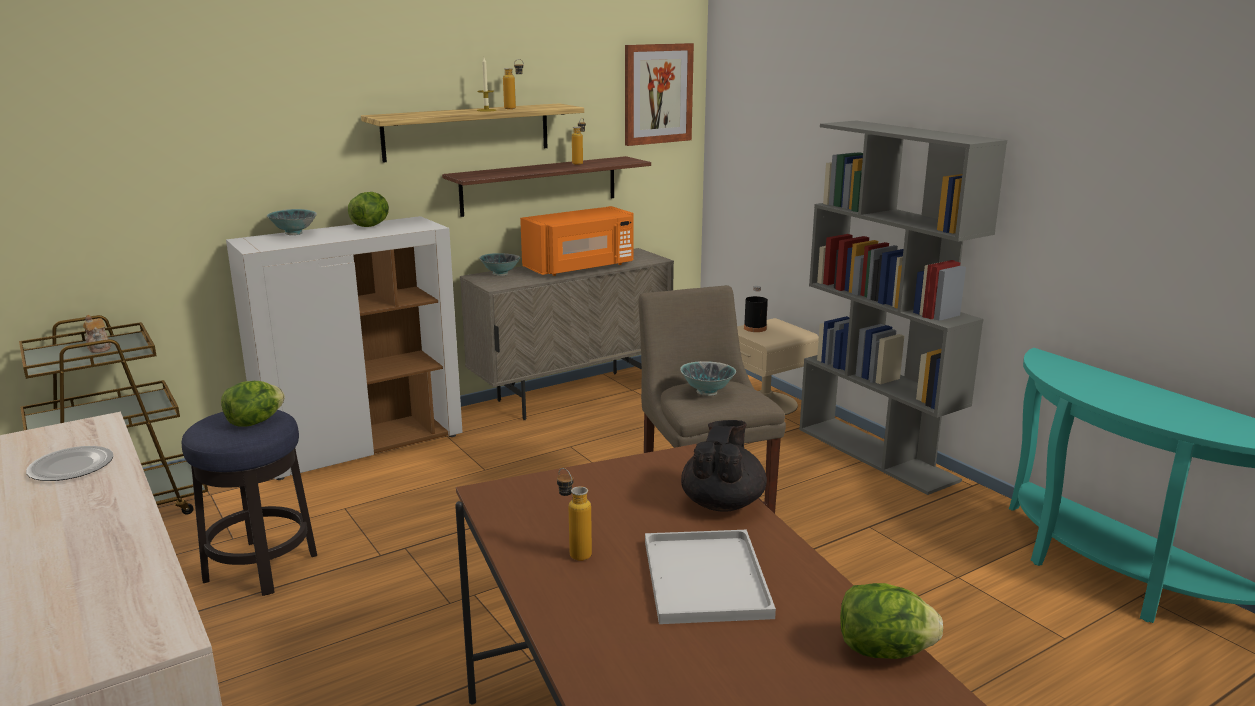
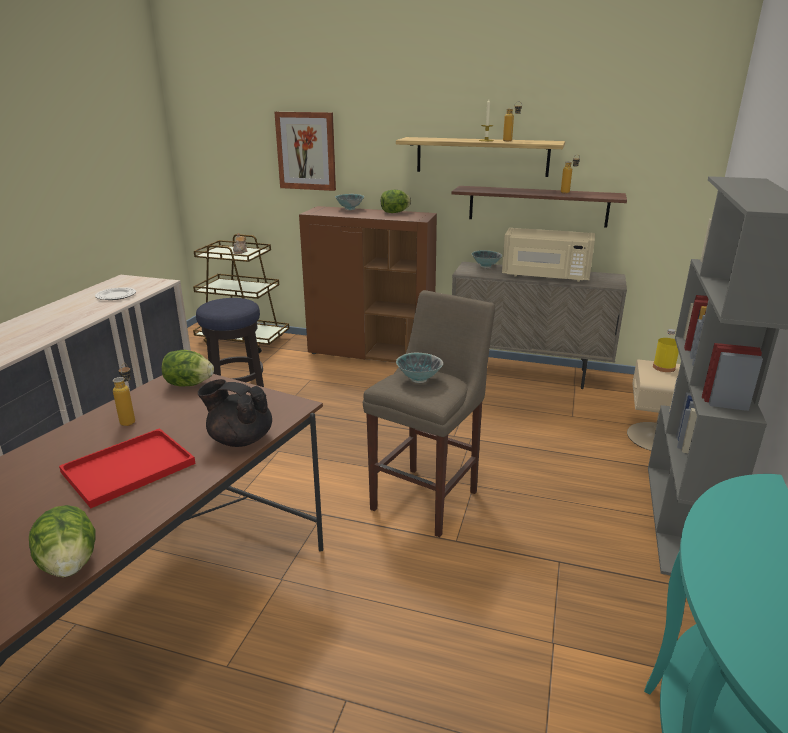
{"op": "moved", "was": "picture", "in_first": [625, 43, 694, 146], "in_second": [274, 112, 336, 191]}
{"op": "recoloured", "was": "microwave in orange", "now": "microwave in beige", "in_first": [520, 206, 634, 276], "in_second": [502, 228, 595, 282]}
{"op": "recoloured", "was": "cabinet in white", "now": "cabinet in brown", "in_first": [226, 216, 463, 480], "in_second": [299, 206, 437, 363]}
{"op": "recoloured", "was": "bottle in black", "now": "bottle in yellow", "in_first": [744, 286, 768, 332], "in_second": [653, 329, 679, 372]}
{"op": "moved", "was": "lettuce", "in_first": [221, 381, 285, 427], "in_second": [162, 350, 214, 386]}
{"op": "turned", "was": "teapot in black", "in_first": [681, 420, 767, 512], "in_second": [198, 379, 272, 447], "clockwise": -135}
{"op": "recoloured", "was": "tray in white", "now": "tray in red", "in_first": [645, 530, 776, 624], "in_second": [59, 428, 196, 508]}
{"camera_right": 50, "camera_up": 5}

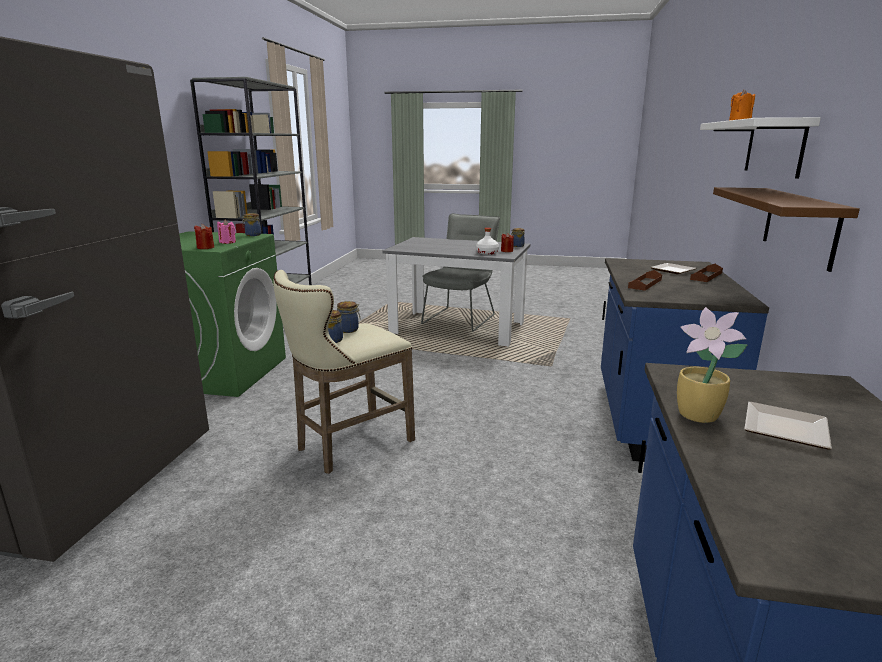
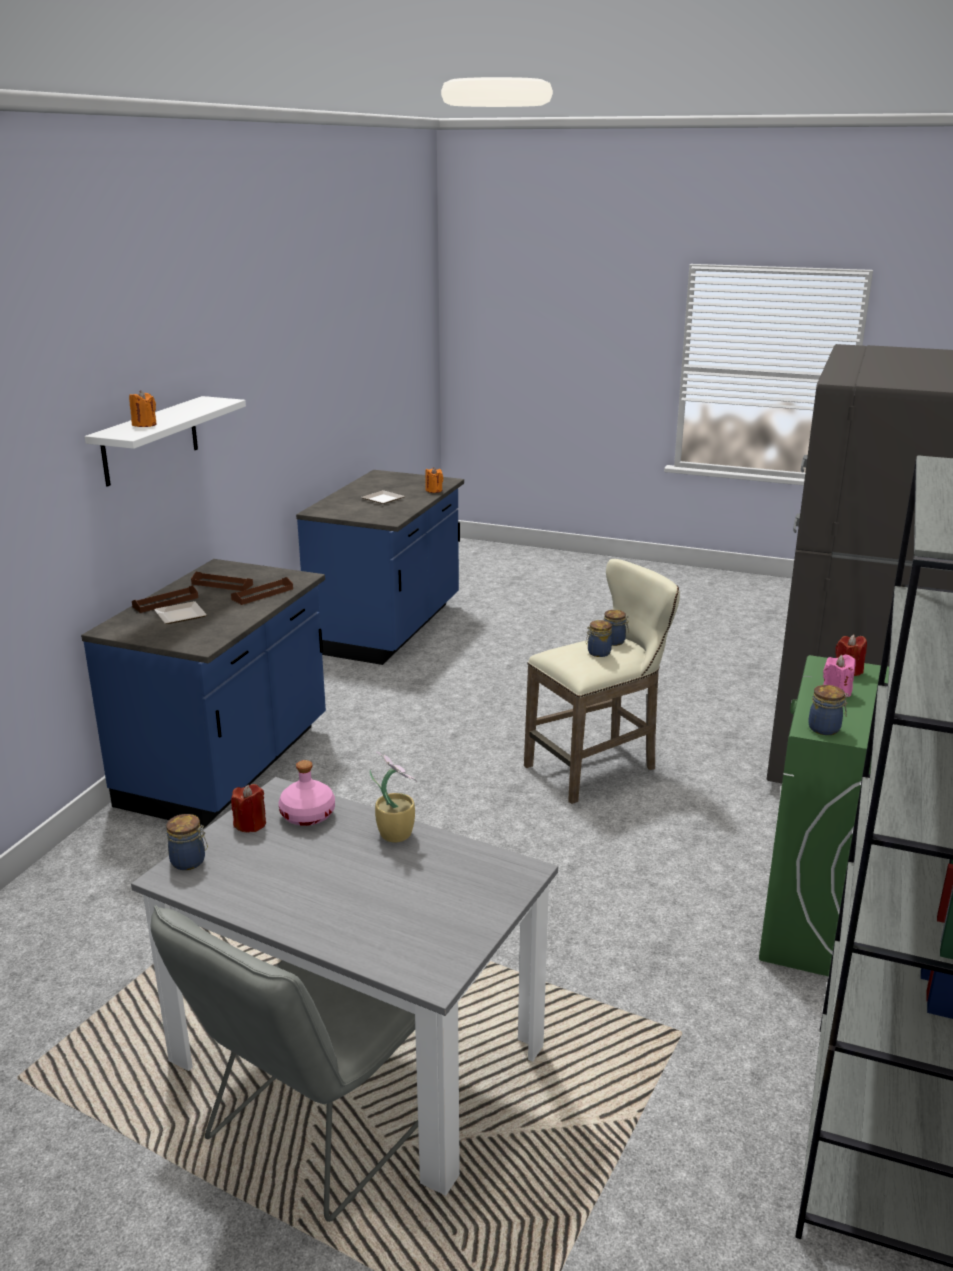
{"op": "removed", "was": "shelf in brown", "in_first": [713, 187, 860, 272]}
{"op": "recoloured", "was": "bottle in white", "now": "bottle in pink", "in_first": [476, 228, 499, 255], "in_second": [279, 760, 335, 826]}
{"op": "moved", "was": "potted plant", "in_first": [677, 307, 748, 423], "in_second": [370, 752, 417, 842]}
{"op": "added", "now": "candle in orange", "in_second": [425, 467, 443, 493]}
{"op": "added", "now": "tray in brown", "in_second": [191, 572, 253, 591]}
{"camera_right": -170, "camera_up": 5}

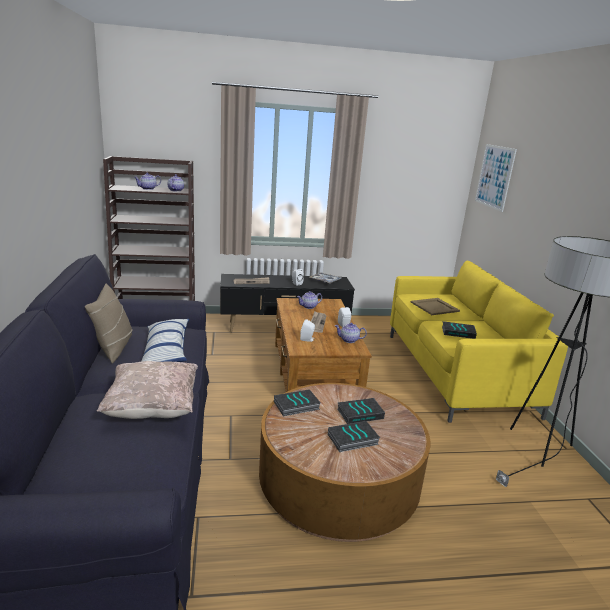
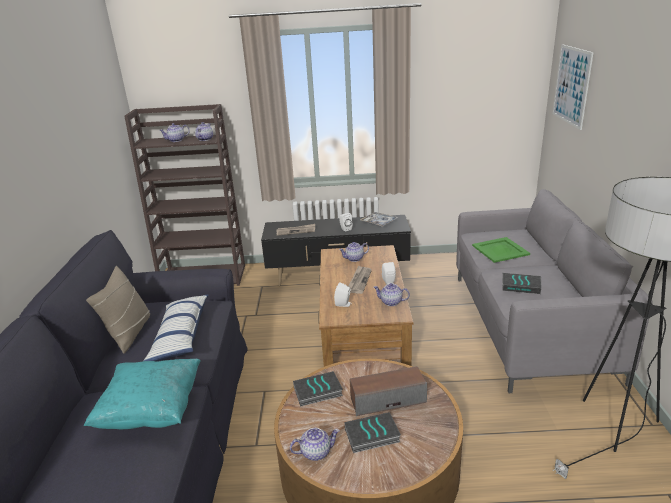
{"op": "recoloured", "was": "sofa in yellow", "now": "sofa in grey", "in_first": [390, 261, 568, 423], "in_second": [456, 189, 652, 393]}
{"op": "recoloured", "was": "tray in beige", "now": "tray in green", "in_first": [411, 298, 460, 315], "in_second": [472, 237, 530, 263]}
{"op": "recoloured", "was": "pillow in beige", "now": "pillow in turquoise", "in_first": [97, 361, 198, 419], "in_second": [84, 359, 201, 429]}
{"op": "replaced", "was": "book", "now": "speaker", "in_first": [337, 398, 385, 424], "in_second": [350, 366, 427, 416]}
{"op": "added", "now": "teapot", "in_second": [290, 428, 340, 461]}
{"camera_right": 10, "camera_up": 5}

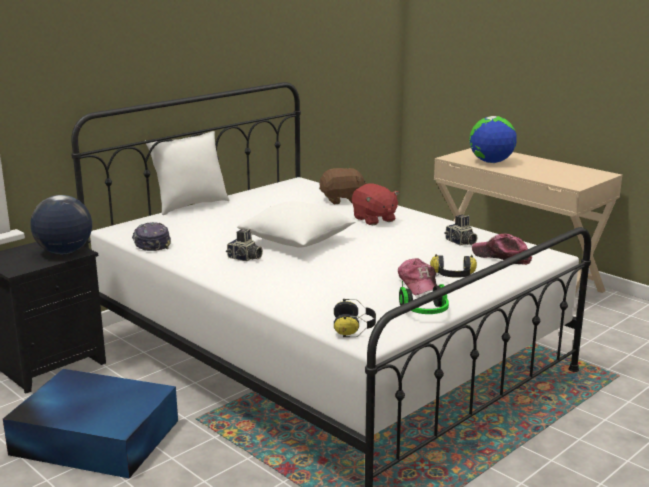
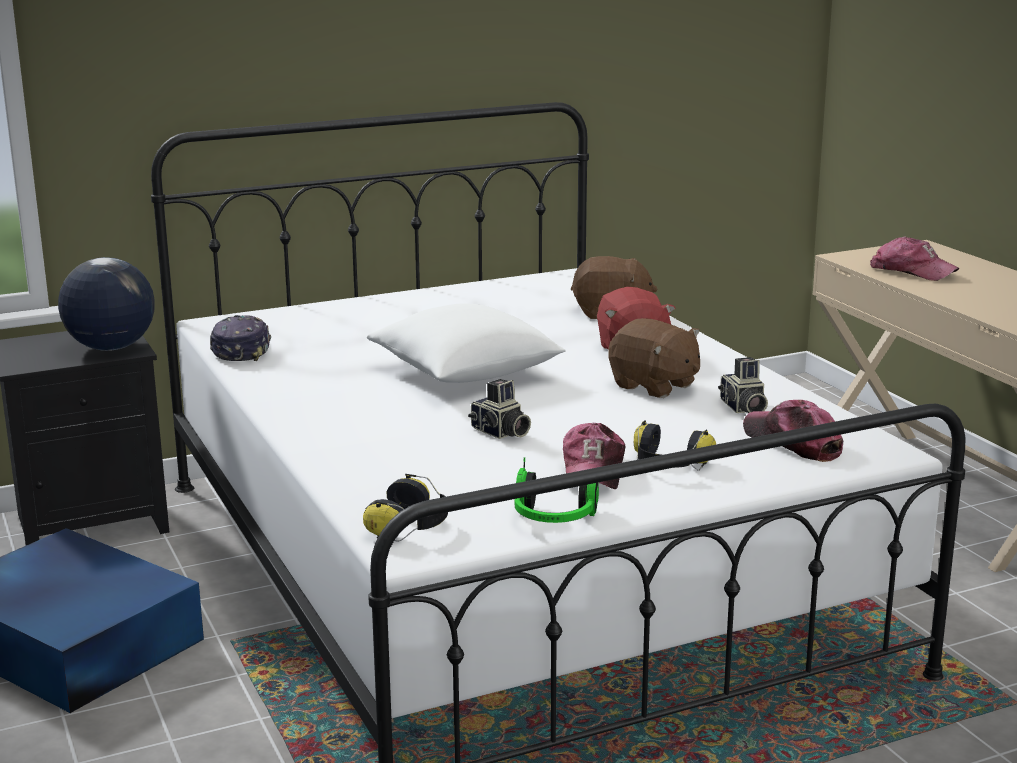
{"op": "replaced", "was": "globe", "now": "cap", "in_first": [469, 116, 517, 163], "in_second": [870, 237, 959, 281]}
{"op": "removed", "was": "pillow in white", "in_first": [145, 131, 230, 215]}
{"op": "moved", "was": "photo camera", "in_first": [226, 229, 263, 261], "in_second": [468, 379, 531, 439]}
{"op": "added", "now": "plush toy in brown", "in_second": [608, 318, 700, 398]}
{"camera_right": 20, "camera_up": 0}

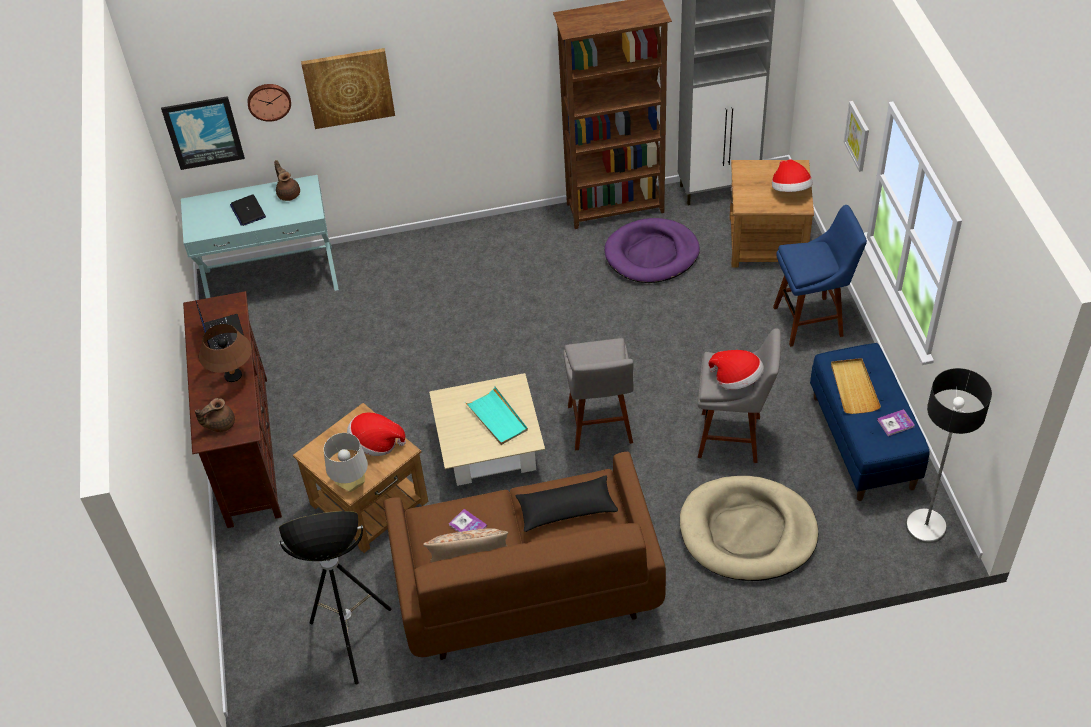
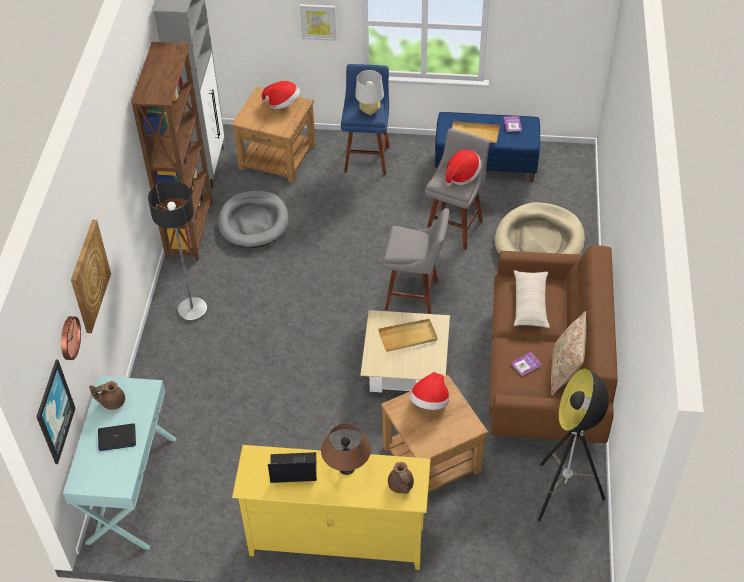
{"op": "recoloured", "was": "dog bed in purple", "now": "dog bed in grey", "in_first": [605, 218, 700, 283], "in_second": [218, 191, 289, 248]}
{"op": "recoloured", "was": "tv stand in brown", "now": "tv stand in yellow", "in_first": [183, 291, 282, 528], "in_second": [232, 445, 431, 570]}
{"op": "moved", "was": "floor lamp", "in_first": [906, 368, 992, 543], "in_second": [148, 181, 208, 322]}
{"op": "recoloured", "was": "tray in turquoise", "now": "tray in beige", "in_first": [465, 386, 528, 445], "in_second": [378, 319, 437, 352]}
{"op": "moved", "was": "table lamp in grey", "in_first": [324, 433, 368, 492], "in_second": [355, 70, 384, 115]}
{"op": "recoloured", "was": "pillow in black", "now": "pillow in beige", "in_first": [515, 475, 618, 532], "in_second": [514, 270, 550, 328]}
{"camera_right": -75, "camera_up": 0}

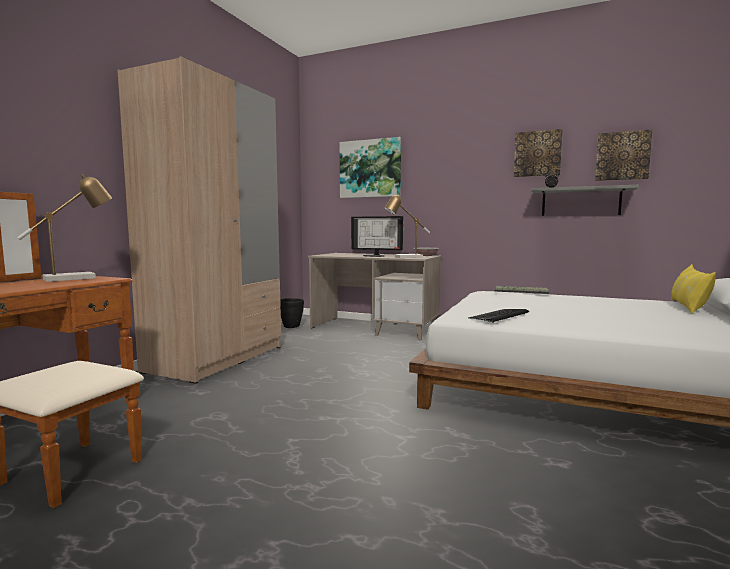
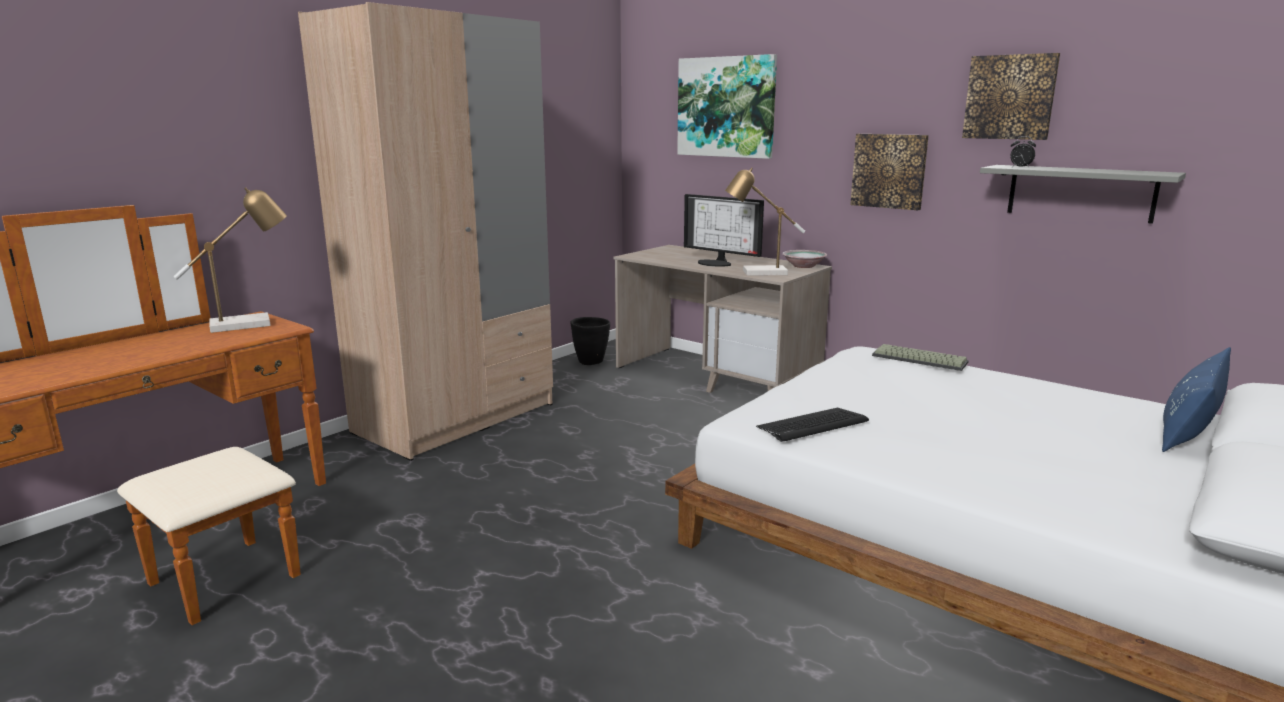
{"op": "moved", "was": "picture", "in_first": [595, 129, 652, 181], "in_second": [850, 134, 929, 210]}
{"op": "recoloured", "was": "pillow in yellow", "now": "pillow in blue", "in_first": [671, 264, 716, 314], "in_second": [1162, 347, 1231, 452]}
{"camera_right": 15, "camera_up": 10}

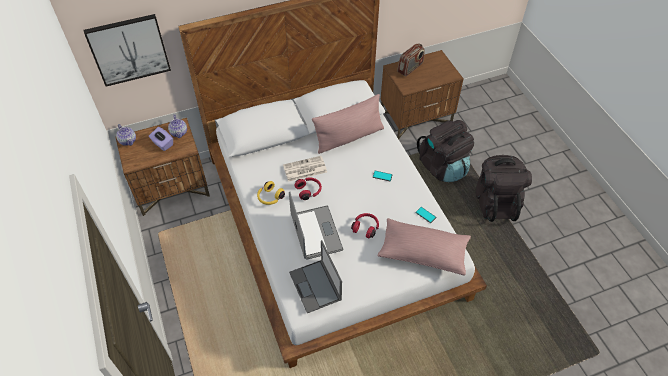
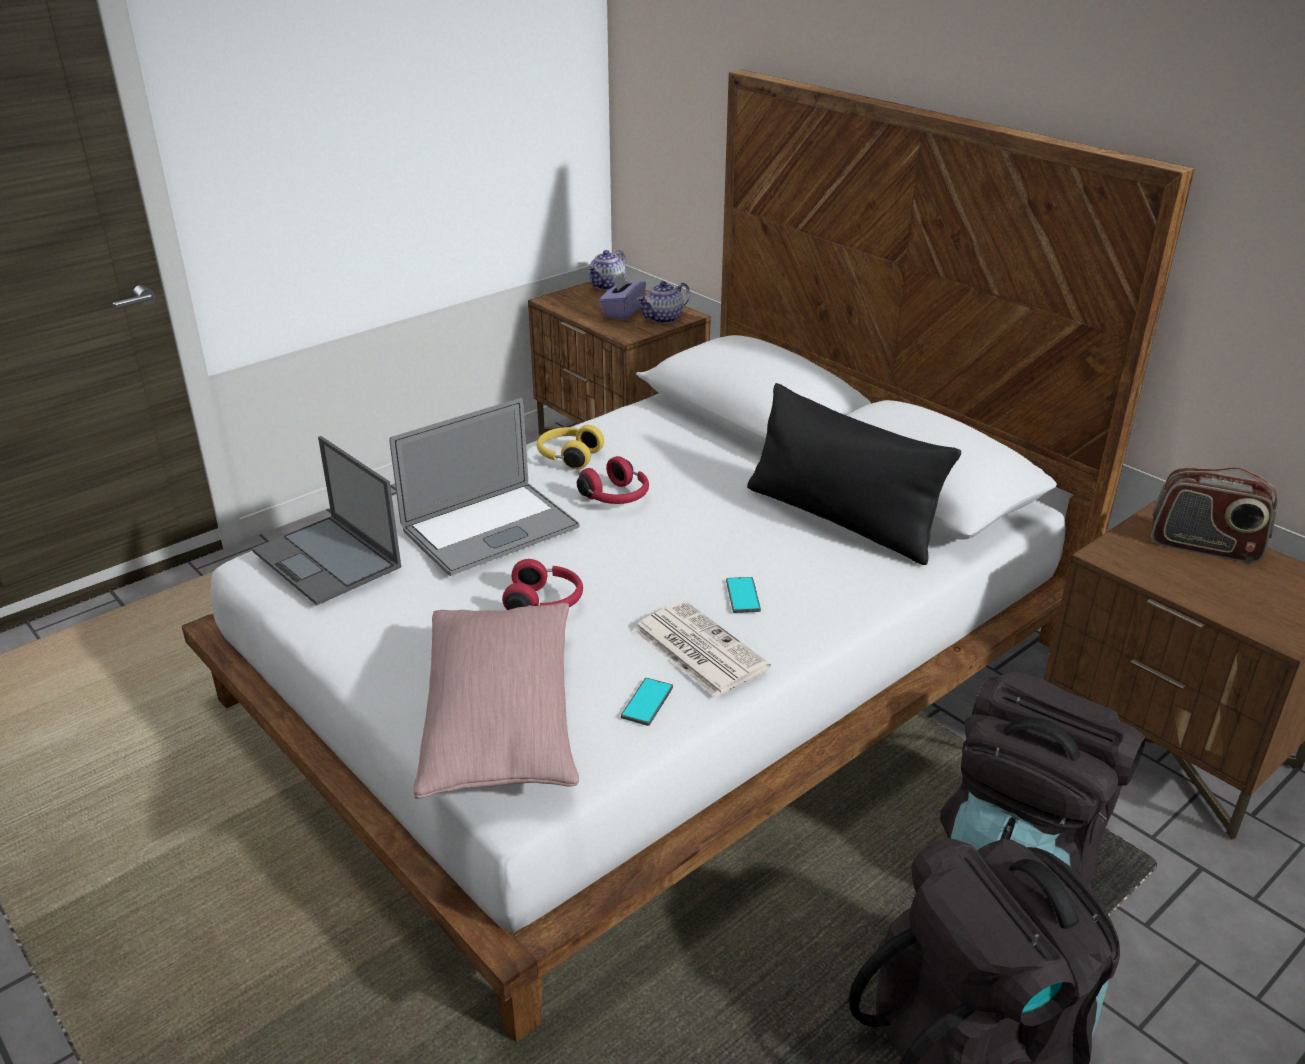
{"op": "removed", "was": "picture", "in_first": [83, 14, 171, 87]}
{"op": "recoloured", "was": "pillow in pink", "now": "pillow in black", "in_first": [312, 94, 384, 154], "in_second": [747, 383, 961, 565]}
{"op": "moved", "was": "newspaper", "in_first": [283, 156, 327, 182], "in_second": [633, 601, 771, 697]}
{"op": "turned", "was": "laptop", "in_first": [289, 240, 342, 313], "in_second": [252, 436, 401, 605], "clockwise": -90}
{"camera_right": 70, "camera_up": -20}

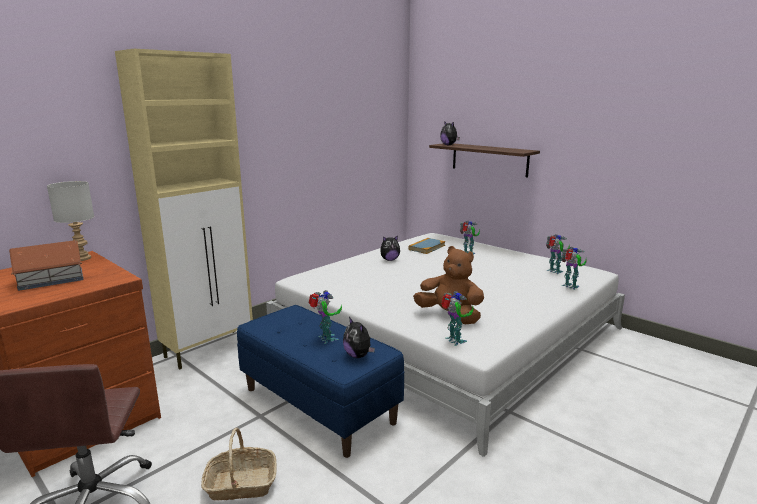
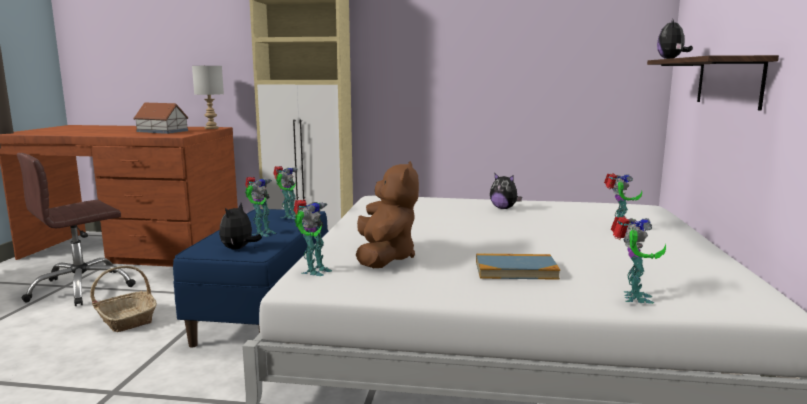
{"op": "moved", "was": "toy robot", "in_first": [546, 234, 570, 274], "in_second": [273, 166, 297, 219]}
{"op": "moved", "was": "book", "in_first": [408, 238, 445, 254], "in_second": [476, 253, 560, 280]}
{"camera_right": 55, "camera_up": -5}

